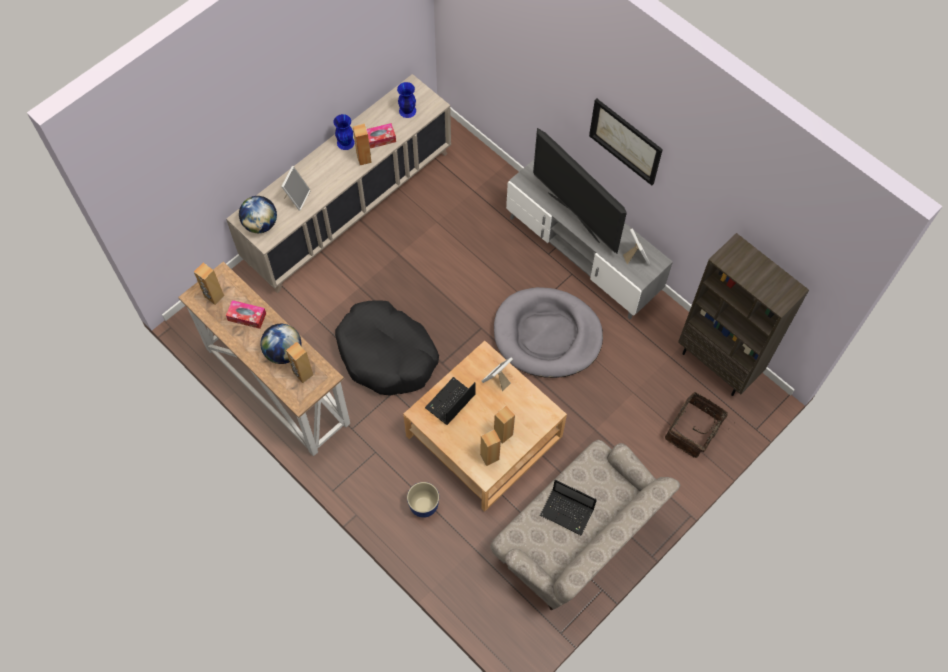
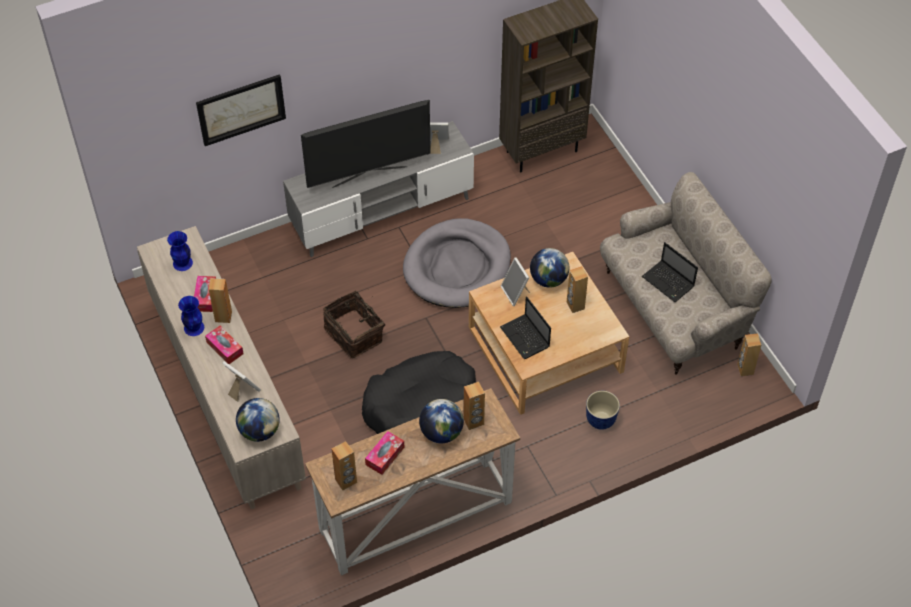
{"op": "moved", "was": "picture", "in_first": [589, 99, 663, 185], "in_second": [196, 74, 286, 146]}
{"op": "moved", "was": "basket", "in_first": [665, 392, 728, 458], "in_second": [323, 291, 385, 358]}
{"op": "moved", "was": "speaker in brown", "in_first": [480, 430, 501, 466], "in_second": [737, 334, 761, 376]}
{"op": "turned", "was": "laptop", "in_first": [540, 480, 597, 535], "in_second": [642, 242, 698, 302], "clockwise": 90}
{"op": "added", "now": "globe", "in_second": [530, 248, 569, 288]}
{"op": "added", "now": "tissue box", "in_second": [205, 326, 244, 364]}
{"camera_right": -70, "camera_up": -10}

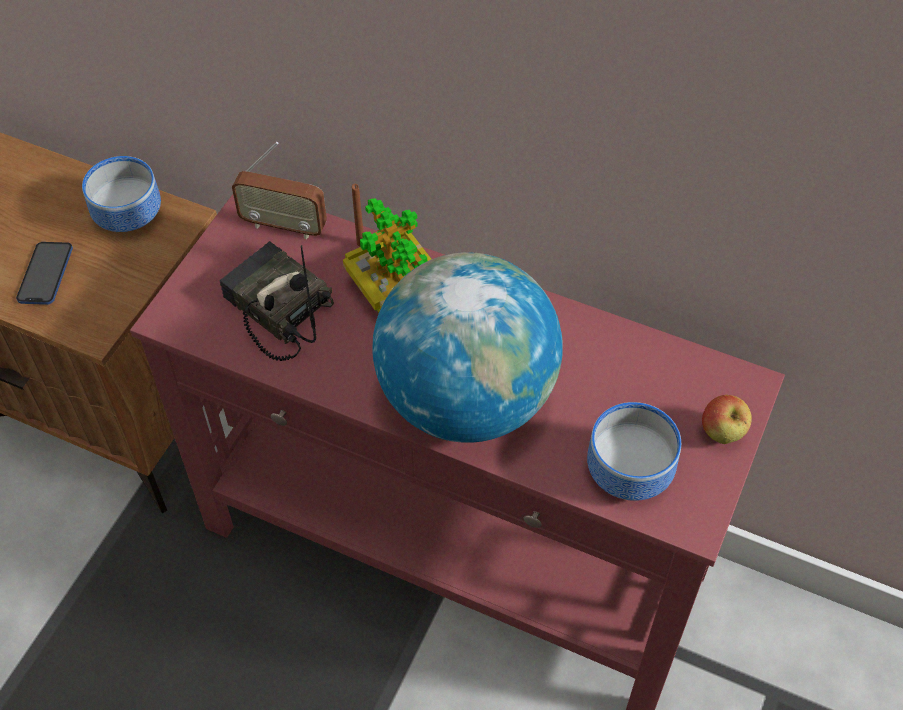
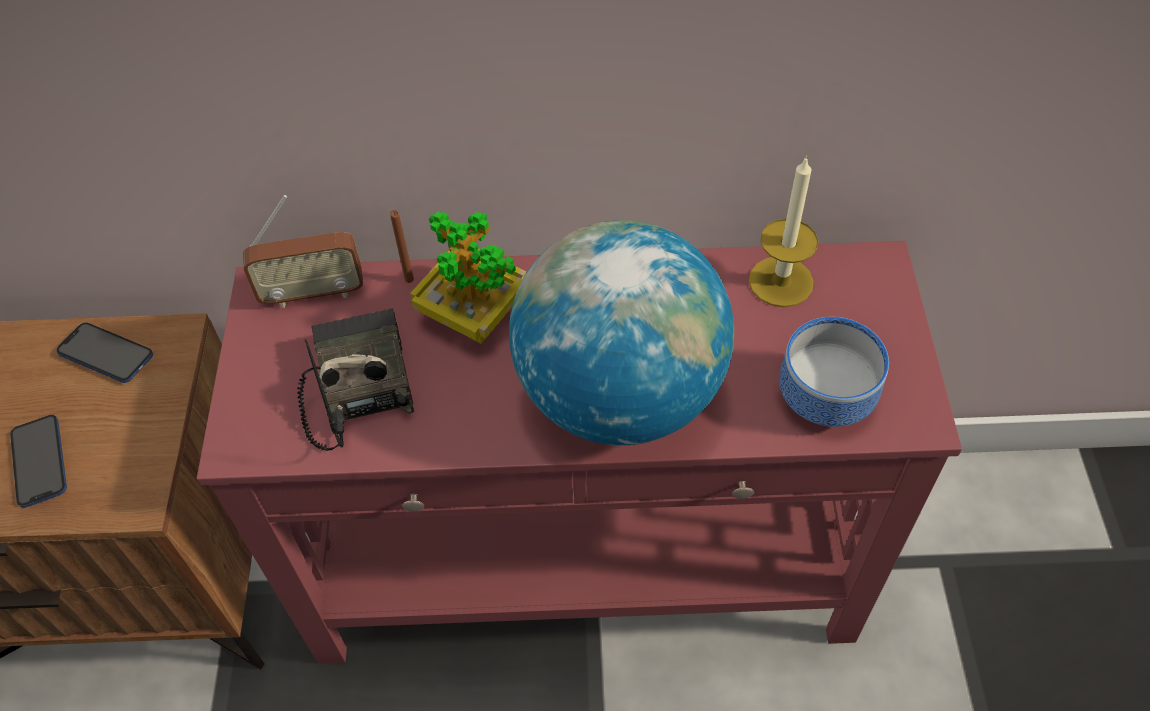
{"op": "replaced", "was": "bowl", "now": "phone", "in_first": [82, 156, 161, 232], "in_second": [56, 322, 153, 383]}
{"op": "turned", "was": "radio", "in_first": [220, 241, 334, 361], "in_second": [297, 308, 414, 451], "clockwise": 60}
{"op": "removed", "was": "apple", "in_first": [702, 395, 752, 444]}
{"op": "added", "now": "candle", "in_second": [749, 156, 818, 307]}
{"camera_right": -25, "camera_up": 0}

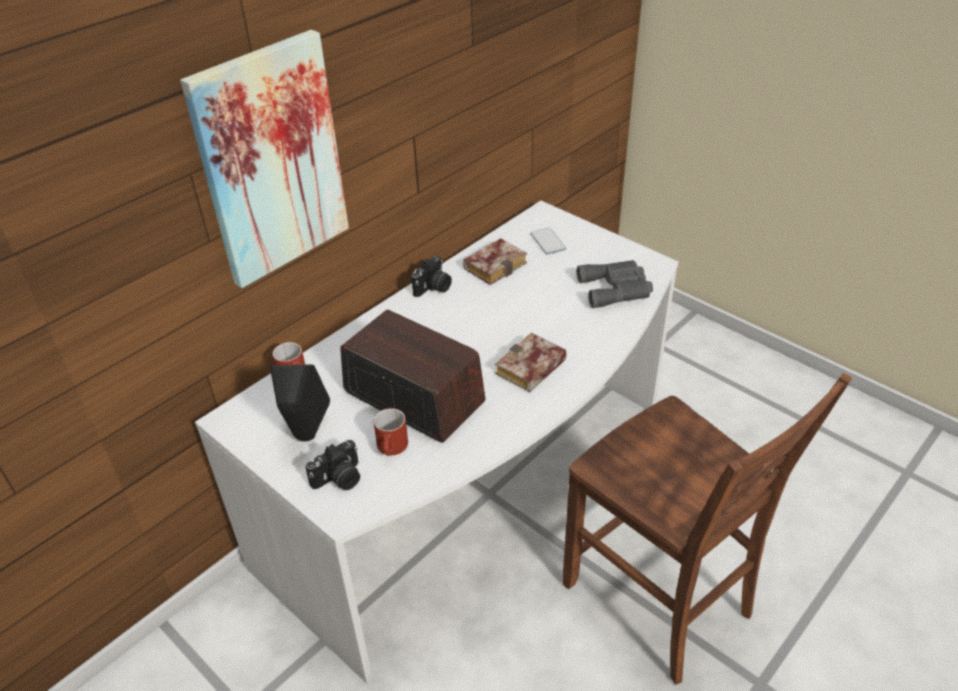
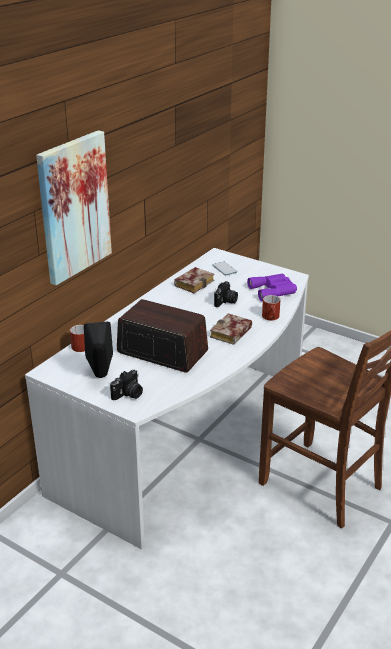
{"op": "moved", "was": "photo camera", "in_first": [411, 256, 452, 297], "in_second": [214, 281, 238, 307]}
{"op": "recoloured", "was": "binoculars in grey", "now": "binoculars in purple", "in_first": [577, 260, 653, 308], "in_second": [247, 274, 297, 301]}
{"op": "moved", "was": "mug in red", "in_first": [373, 408, 408, 456], "in_second": [262, 295, 280, 320]}
{"camera_right": -10, "camera_up": -10}

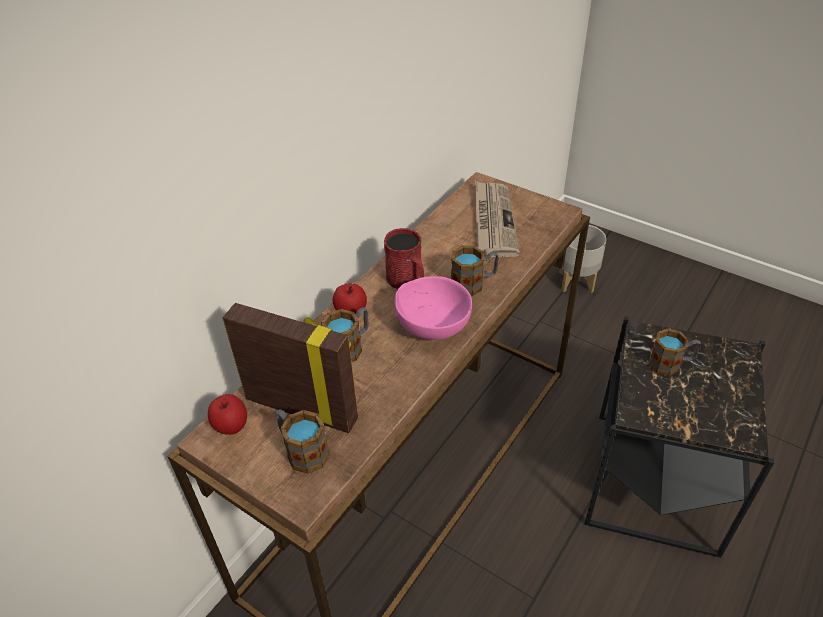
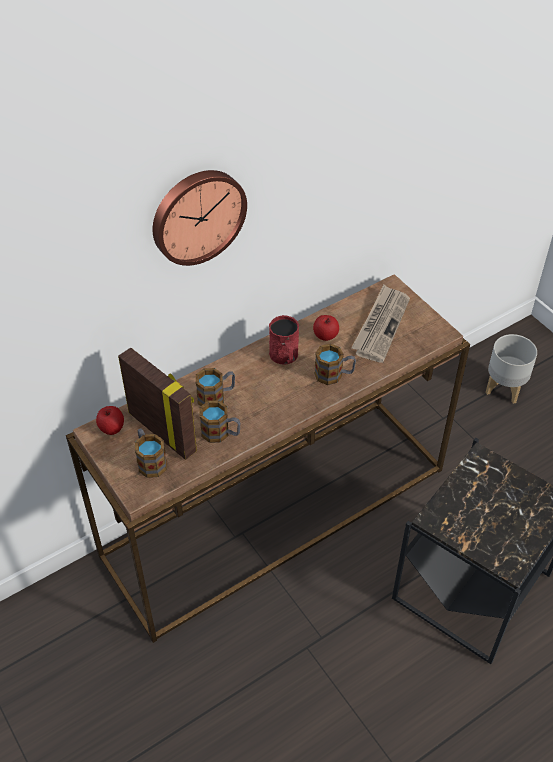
{"op": "removed", "was": "bowl in pink", "in_first": [395, 276, 472, 340]}
{"op": "moved", "was": "apple", "in_first": [333, 283, 367, 314], "in_second": [313, 315, 339, 341]}
{"op": "moved", "was": "mug", "in_first": [648, 328, 701, 376], "in_second": [200, 400, 241, 443]}
{"op": "added", "now": "wall clock", "in_second": [153, 170, 247, 266]}
{"camera_right": 20, "camera_up": 5}

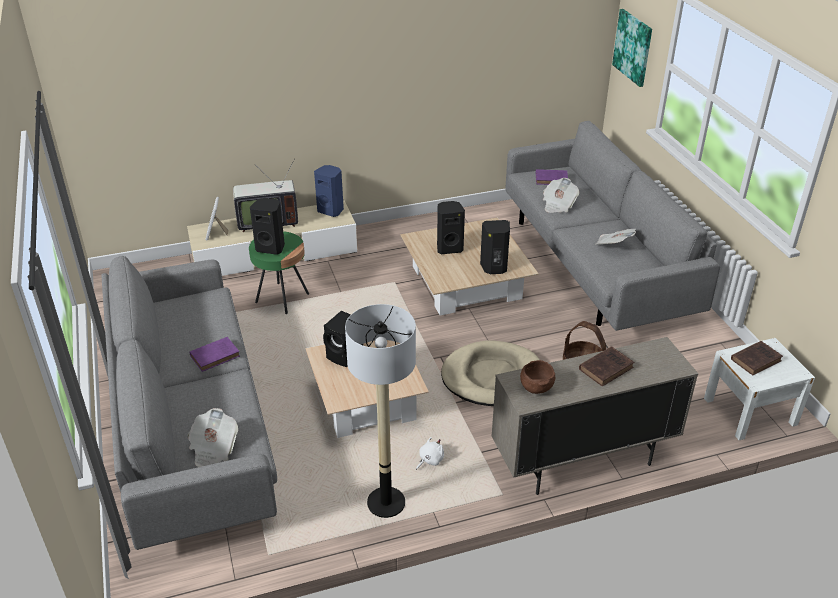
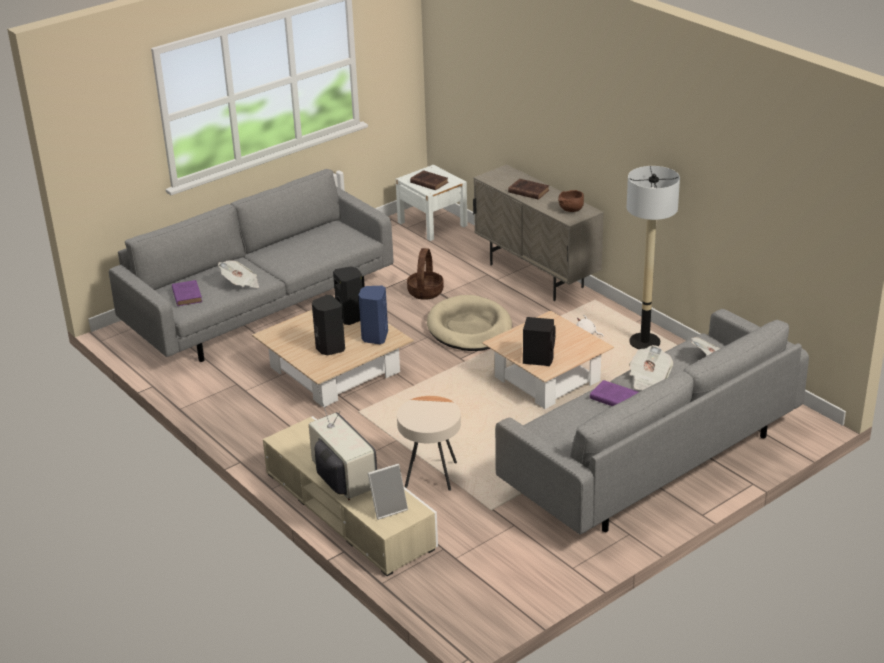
{"op": "removed", "was": "picture", "in_first": [612, 9, 652, 87]}
{"op": "moved", "was": "speaker in blue", "in_first": [314, 165, 344, 217], "in_second": [359, 286, 388, 344]}
{"op": "removed", "was": "speaker in black", "in_first": [250, 198, 285, 255]}
{"op": "moved", "was": "newspaper", "in_first": [596, 229, 636, 245], "in_second": [629, 345, 673, 390]}
{"op": "recoloured", "was": "side table in green", "now": "side table in beige", "in_first": [249, 231, 309, 314], "in_second": [397, 396, 461, 491]}
{"camera_right": -110, "camera_up": -5}

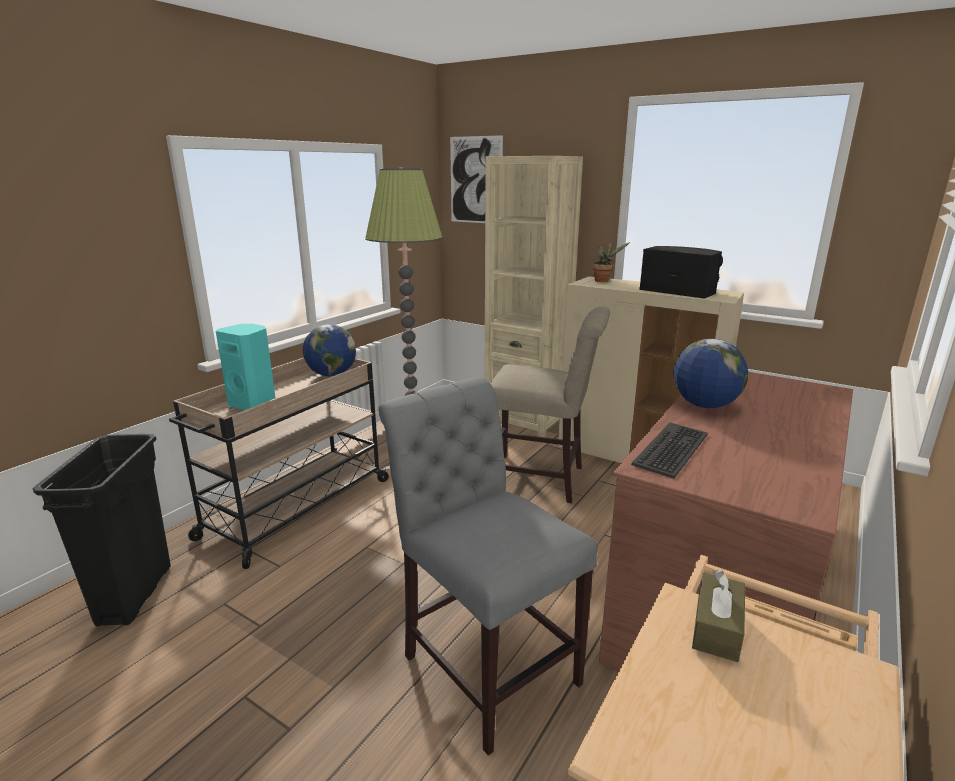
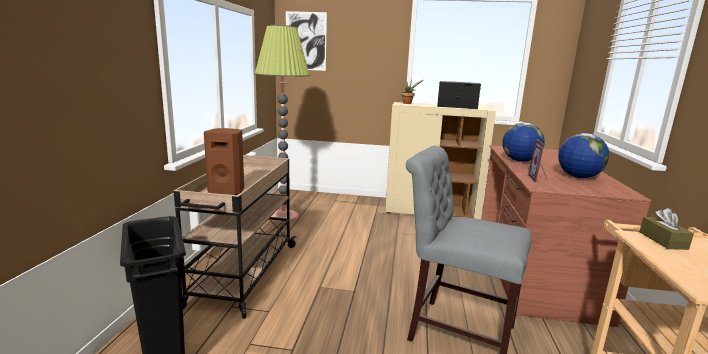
{"op": "removed", "was": "bookcase in beige", "in_first": [485, 156, 583, 437]}
{"op": "removed", "was": "chair in beige", "in_first": [490, 306, 610, 503]}
{"op": "recoloured", "was": "speaker in turquoise", "now": "speaker in brown", "in_first": [216, 324, 275, 410], "in_second": [204, 128, 244, 195]}
{"op": "moved", "was": "globe", "in_first": [303, 324, 356, 376], "in_second": [558, 133, 609, 178]}
{"op": "replaced", "was": "keyboard", "now": "picture frame", "in_first": [631, 422, 708, 479], "in_second": [528, 139, 547, 182]}
{"camera_right": -25, "camera_up": -5}

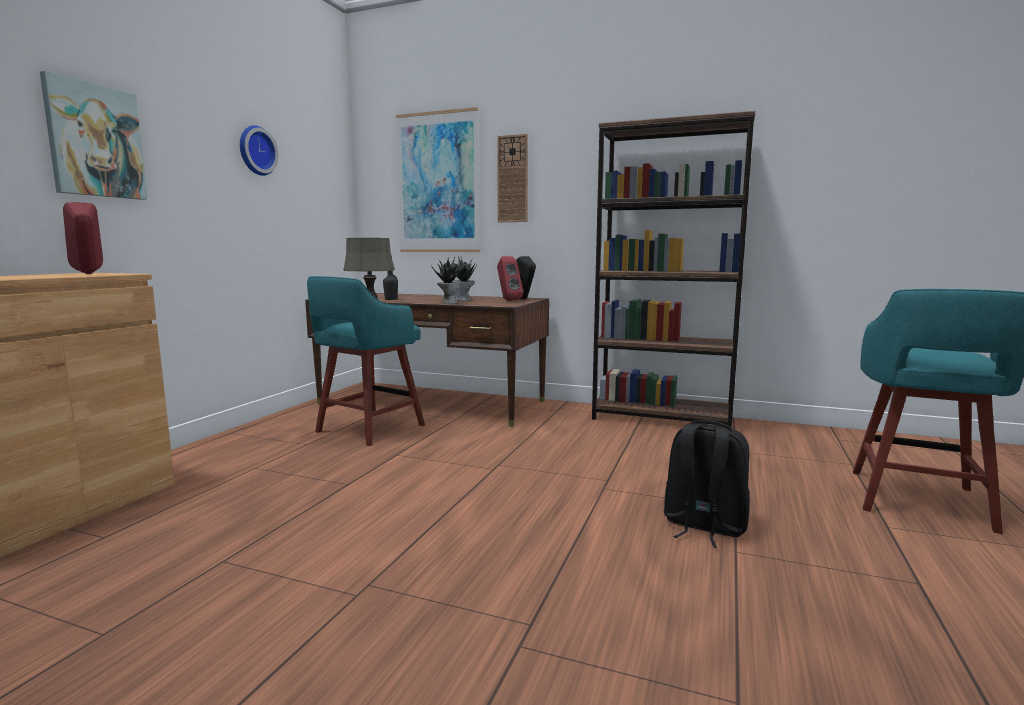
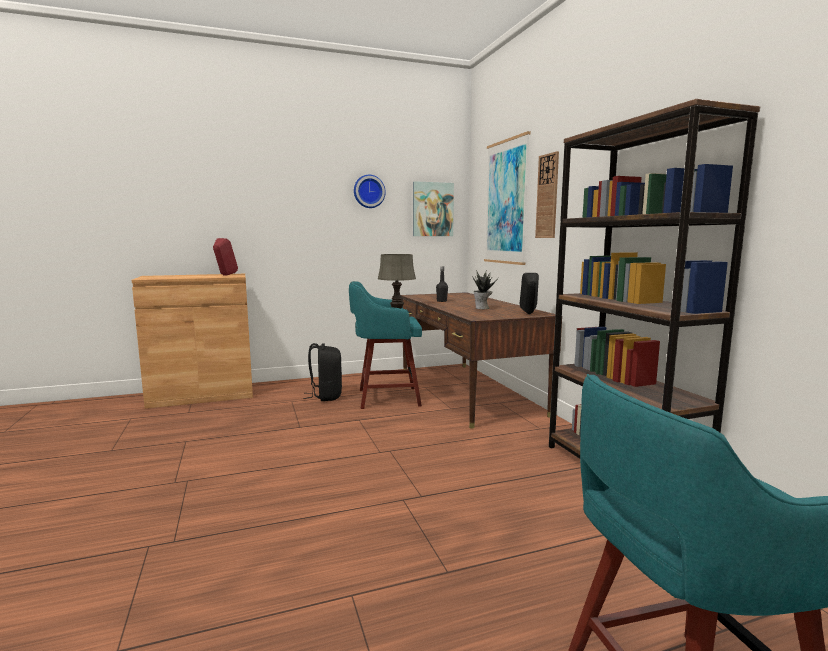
{"op": "moved", "was": "picture", "in_first": [40, 71, 148, 200], "in_second": [413, 181, 454, 236]}
{"op": "removed", "was": "speaker in red", "in_first": [497, 256, 523, 301]}
{"op": "removed", "was": "potted plant", "in_first": [431, 257, 463, 304]}
{"op": "moved", "was": "backpack in black", "in_first": [664, 420, 750, 548], "in_second": [303, 343, 342, 401]}
{"camera_right": 50, "camera_up": 0}

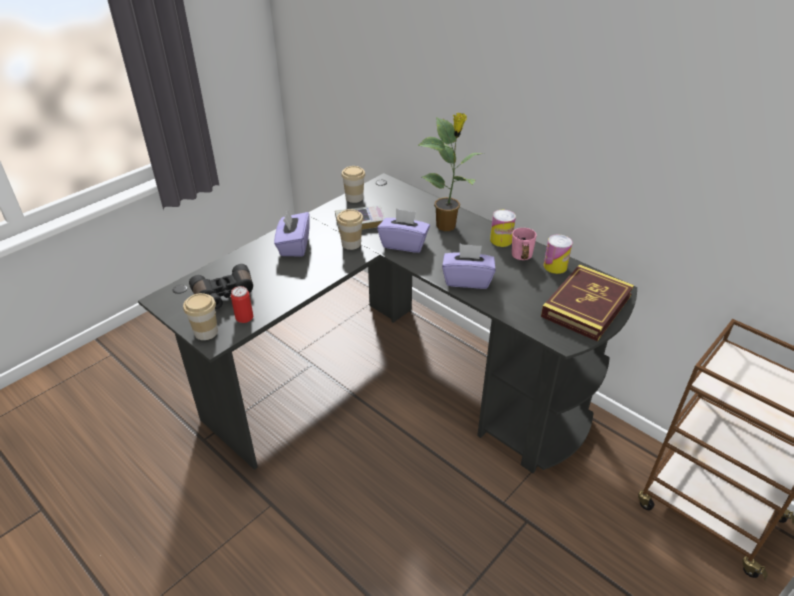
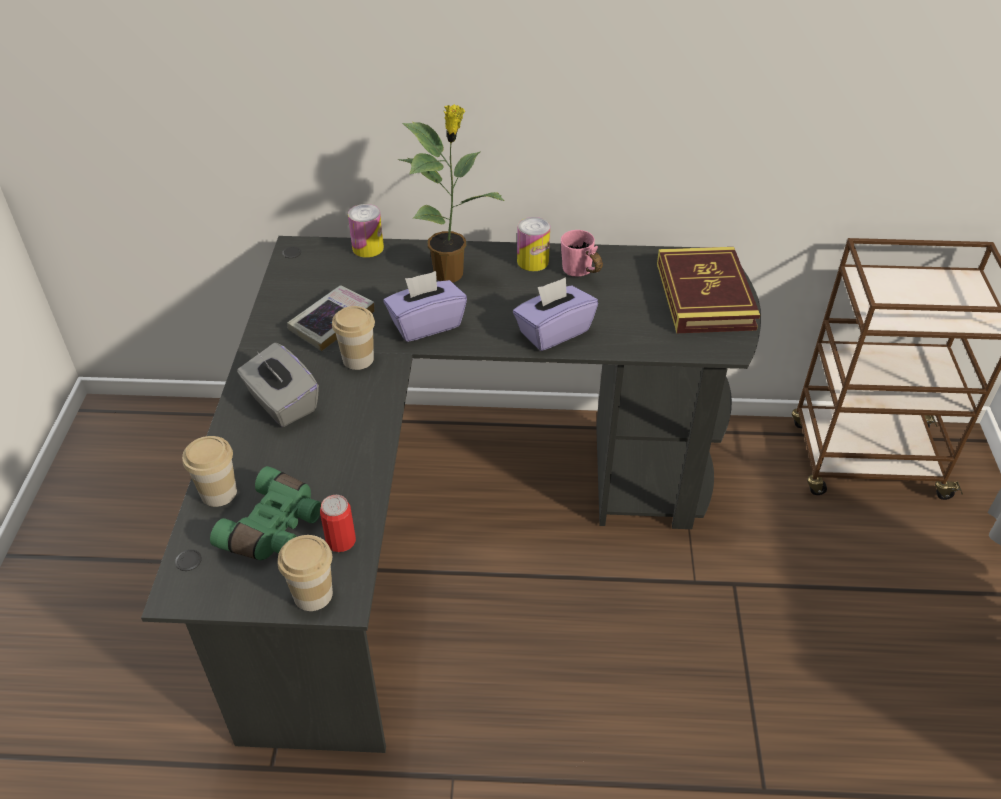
{"op": "moved", "was": "cup", "in_first": [341, 166, 365, 203], "in_second": [182, 436, 237, 507]}
{"op": "recoloured", "was": "tissue box in purple", "now": "tissue box in grey", "in_first": [274, 209, 310, 256], "in_second": [237, 343, 319, 427]}
{"op": "moved", "was": "can", "in_first": [544, 235, 572, 274], "in_second": [348, 204, 384, 258]}
{"op": "recoloured", "was": "binoculars in black", "now": "binoculars in green", "in_first": [189, 264, 253, 309], "in_second": [210, 466, 321, 560]}
{"camera_right": -40, "camera_up": 5}

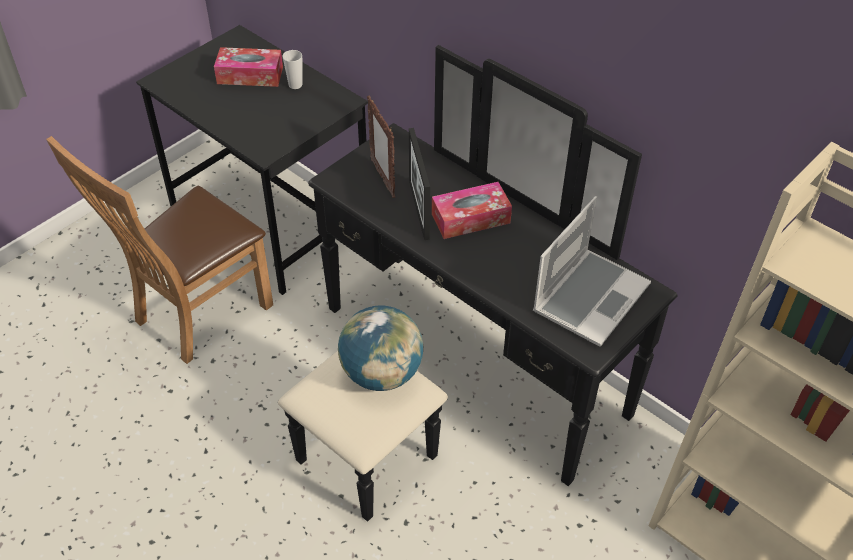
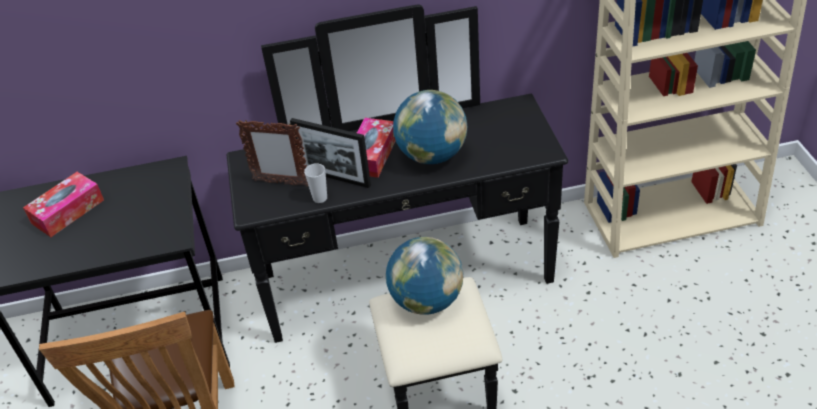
{"op": "moved", "was": "cup", "in_first": [282, 50, 302, 89], "in_second": [304, 163, 327, 203]}
{"op": "removed", "was": "laptop", "in_first": [533, 196, 651, 347]}
{"op": "added", "now": "globe", "in_second": [393, 90, 467, 164]}
{"camera_right": -50, "camera_up": -5}

